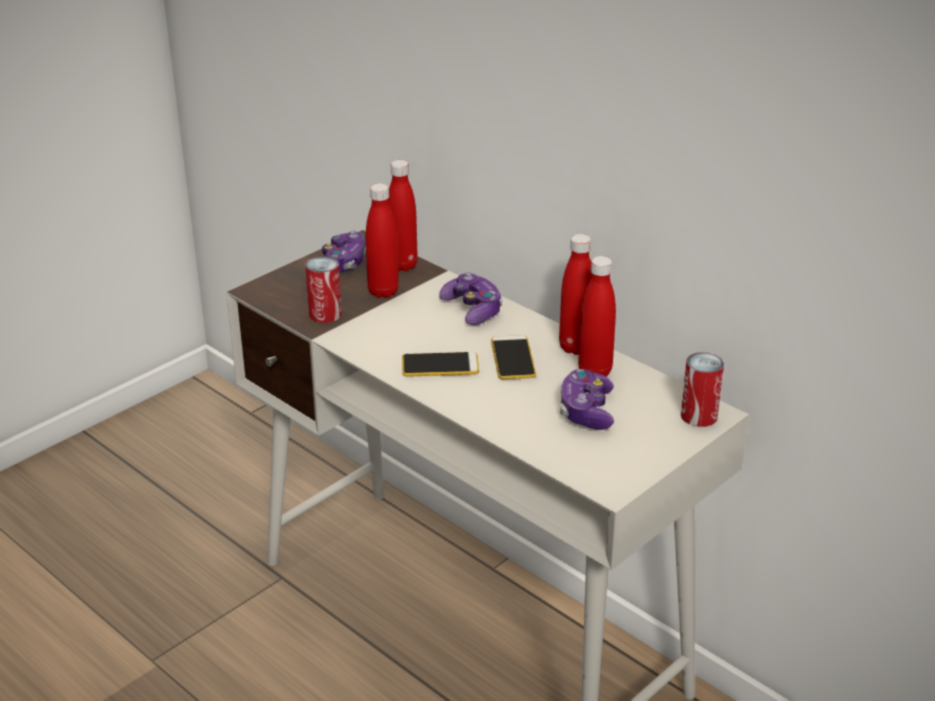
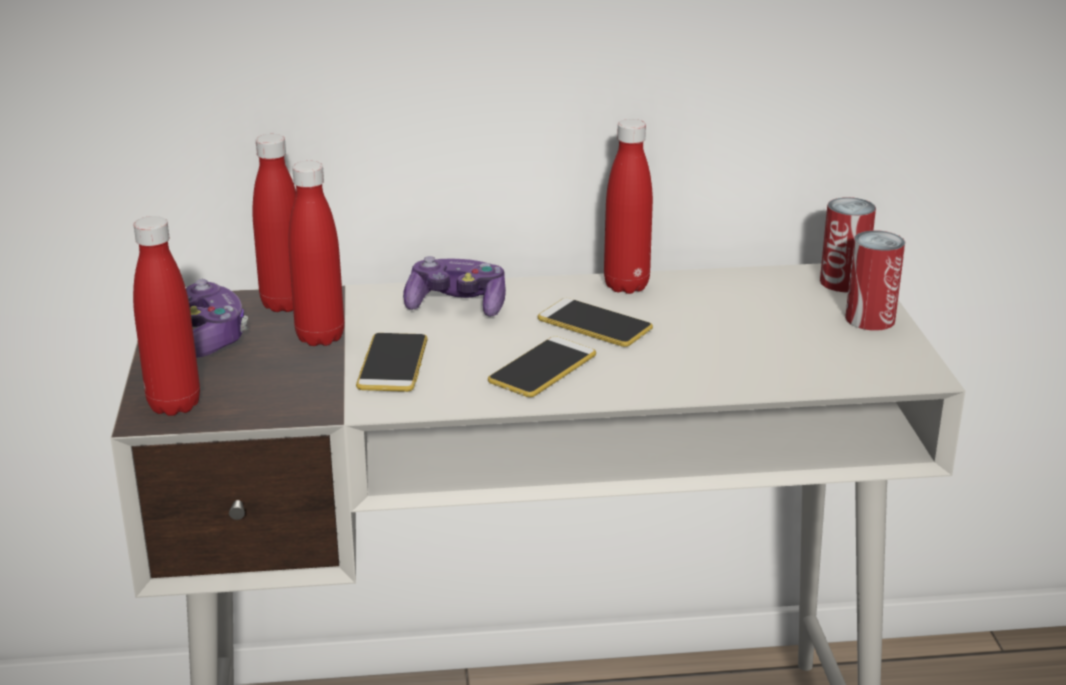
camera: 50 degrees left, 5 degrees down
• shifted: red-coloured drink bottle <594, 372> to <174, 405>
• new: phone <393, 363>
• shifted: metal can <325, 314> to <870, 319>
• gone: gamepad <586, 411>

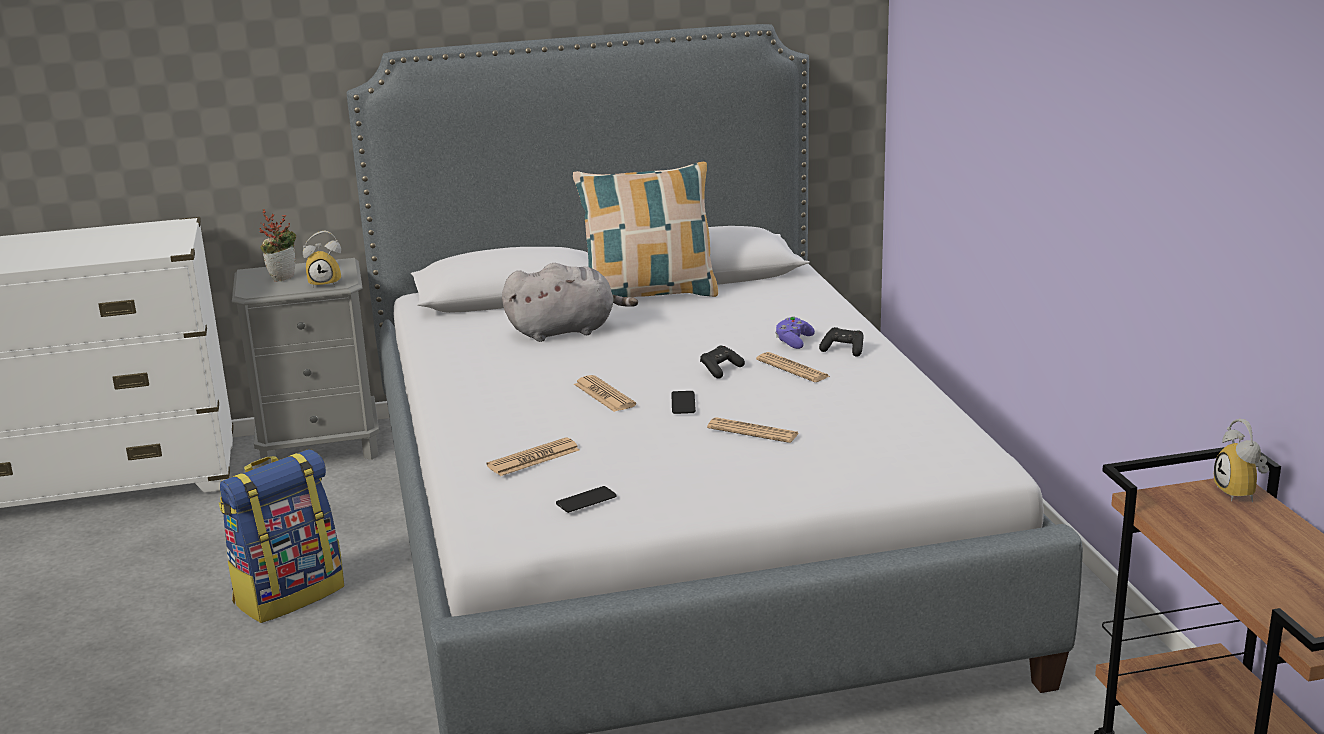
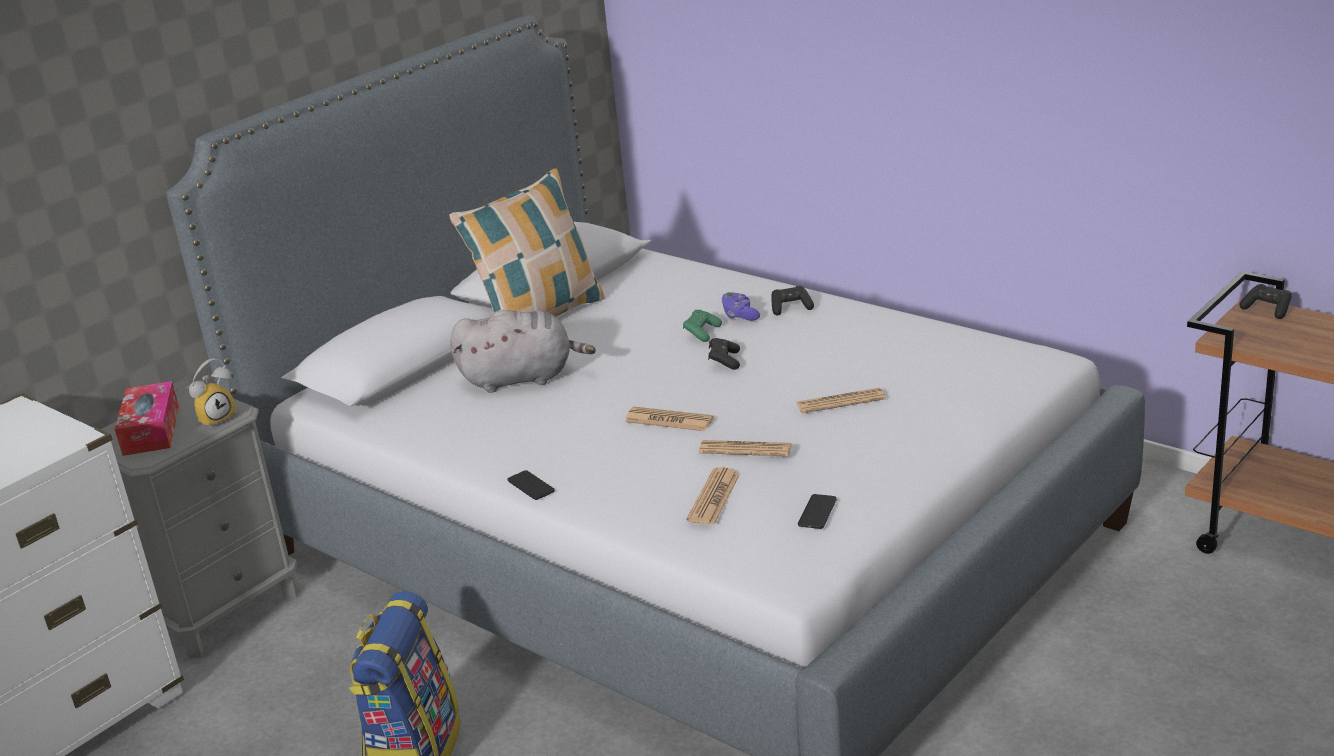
camera: 35 degrees left, 5 degrees up
• swapped: plant in a pot <282, 277> to box of tissues <151, 430>
• rotated: greyish cuddly toy <566, 331> = <522, 378> 45 degrees clockwise
• shifted: phone <683, 403> to <531, 486>
• new: greenish gamepad <702, 333>
• shifted: printed paper <792, 368> to <745, 449>
• swapped: table clock <1242, 493> to blackish gamepad <1267, 309>

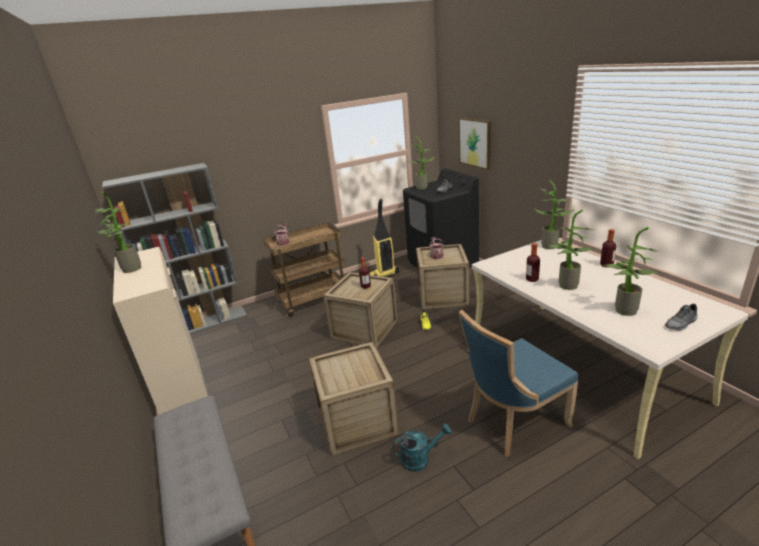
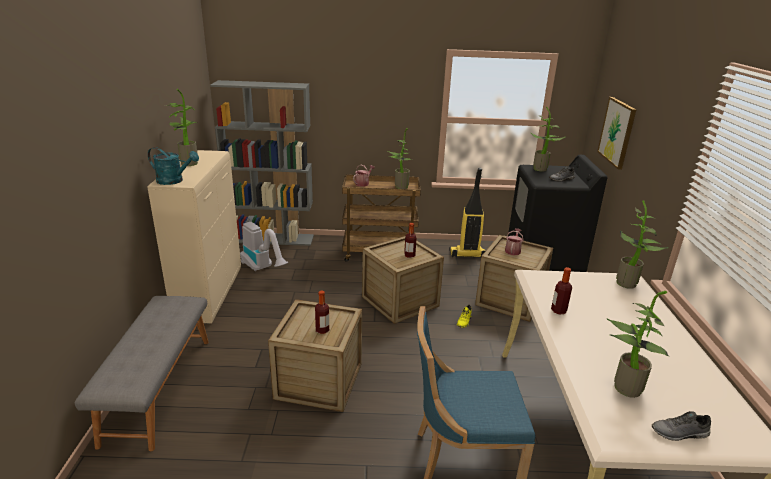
camera: 25 degrees right, 0 degrees up
• shifted: turquoise watering pot <420, 459> to <174, 181>
• new: vacuum cleaner <263, 268>
• shifted: drink bottle <606, 265> to <322, 330>
• shifted: plant in a pot <566, 286> to <399, 187>

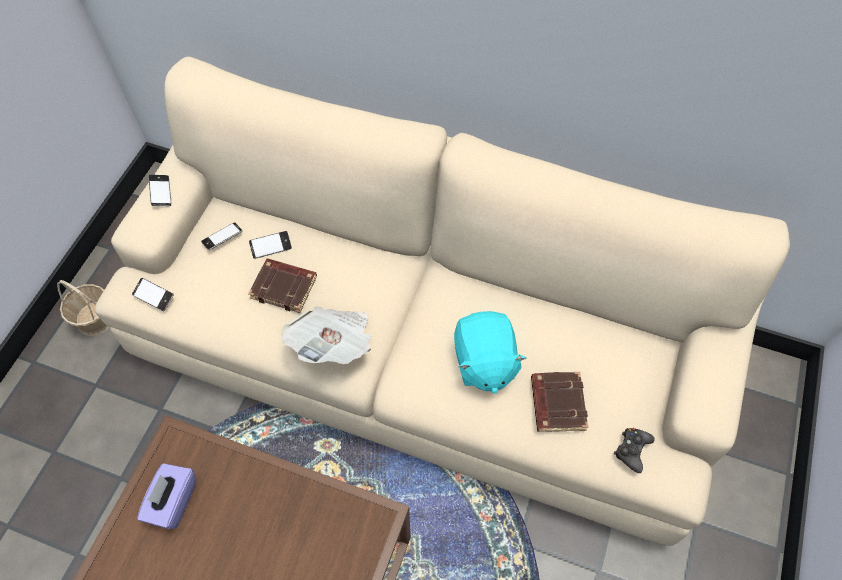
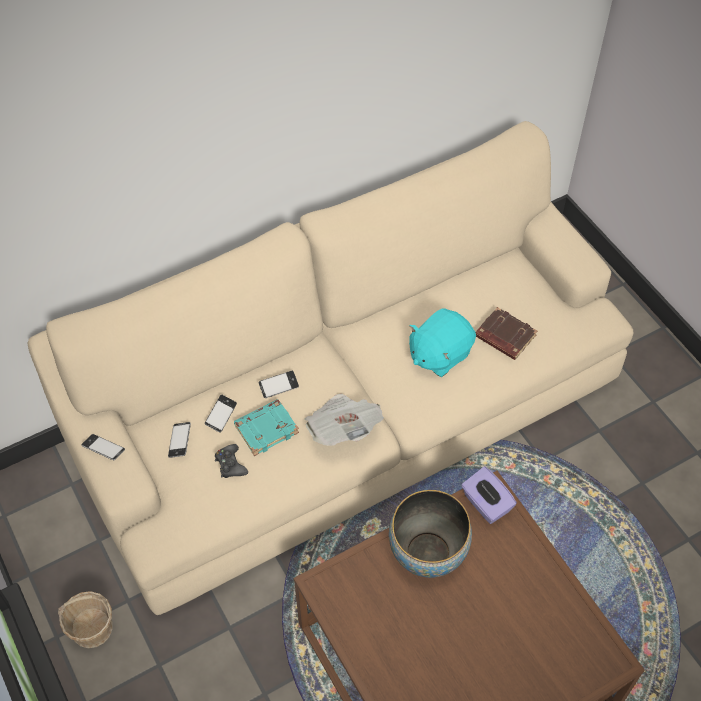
camera: 50 degrees left, 5 degrees down
• shifted: blackish gamepad <632, 450> to <230, 465>
• repainted: brownish bound book <285, 287> to turquoise bound book <266, 428>
• shifted: phone <153, 296> to <278, 386>
• new: bowl <427, 553>
• rotated: turquoise cuddly toy <484, 362> = <439, 354> 105 degrees clockwise
• shifted: purple box of tissues <172, 501> to <486, 504>

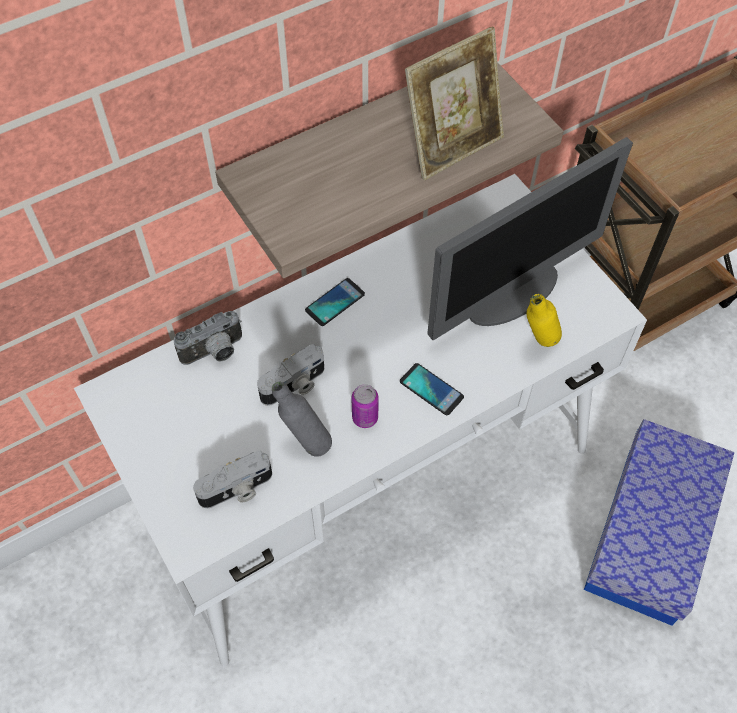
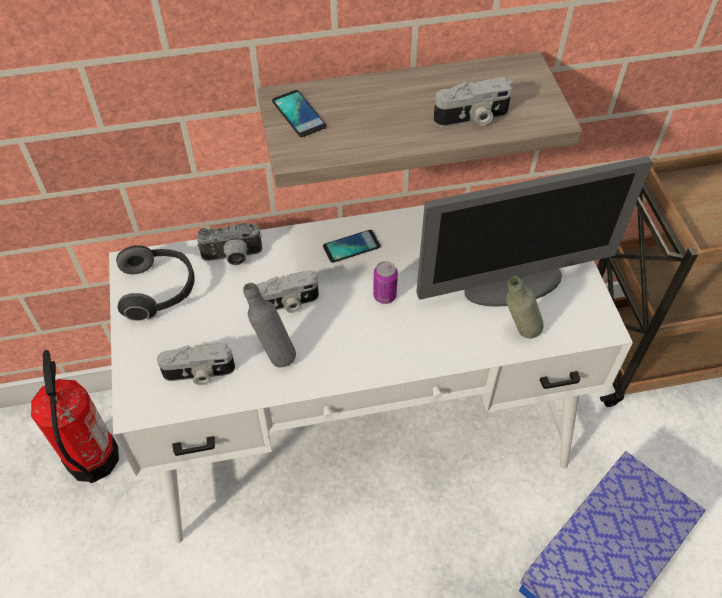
camera: 20 degrees right, 5 degrees down
• new: extinguisher <92, 459>
• new: headphones <159, 291>
• shifted: phone <431, 389> to <299, 114>
• shifted: metal can <365, 418> to <384, 296>
• swapped: photo frame <452, 146> to photo camera <472, 118>
• repainted: yellow drink bottle <537, 345> to greyish drink bottle <517, 334>

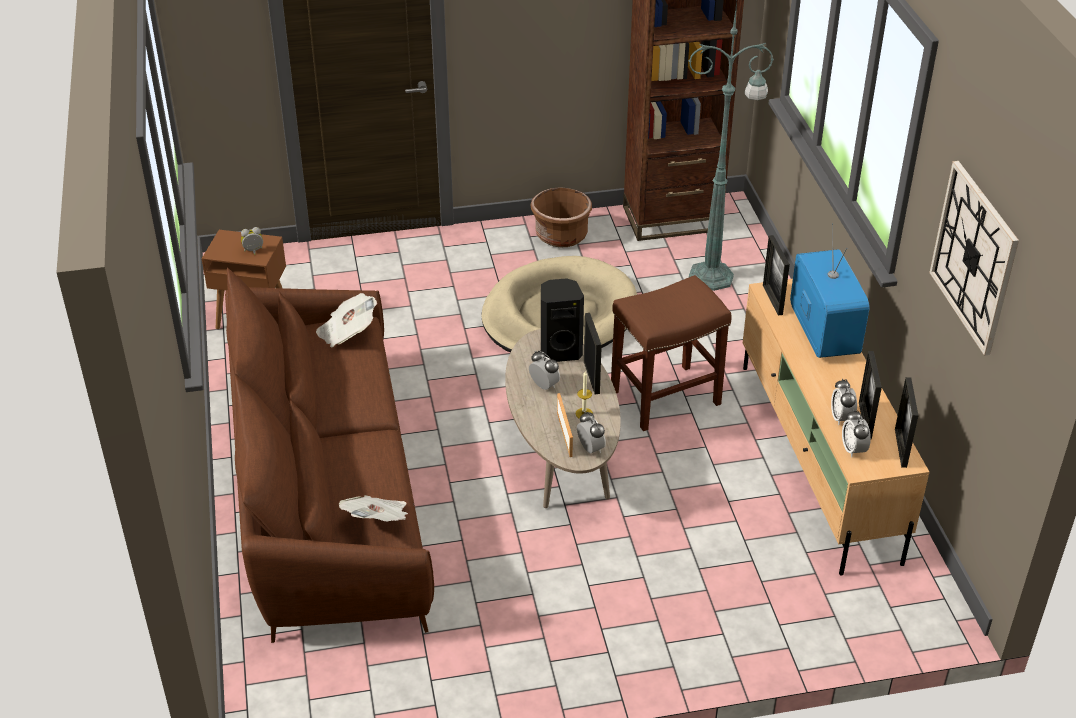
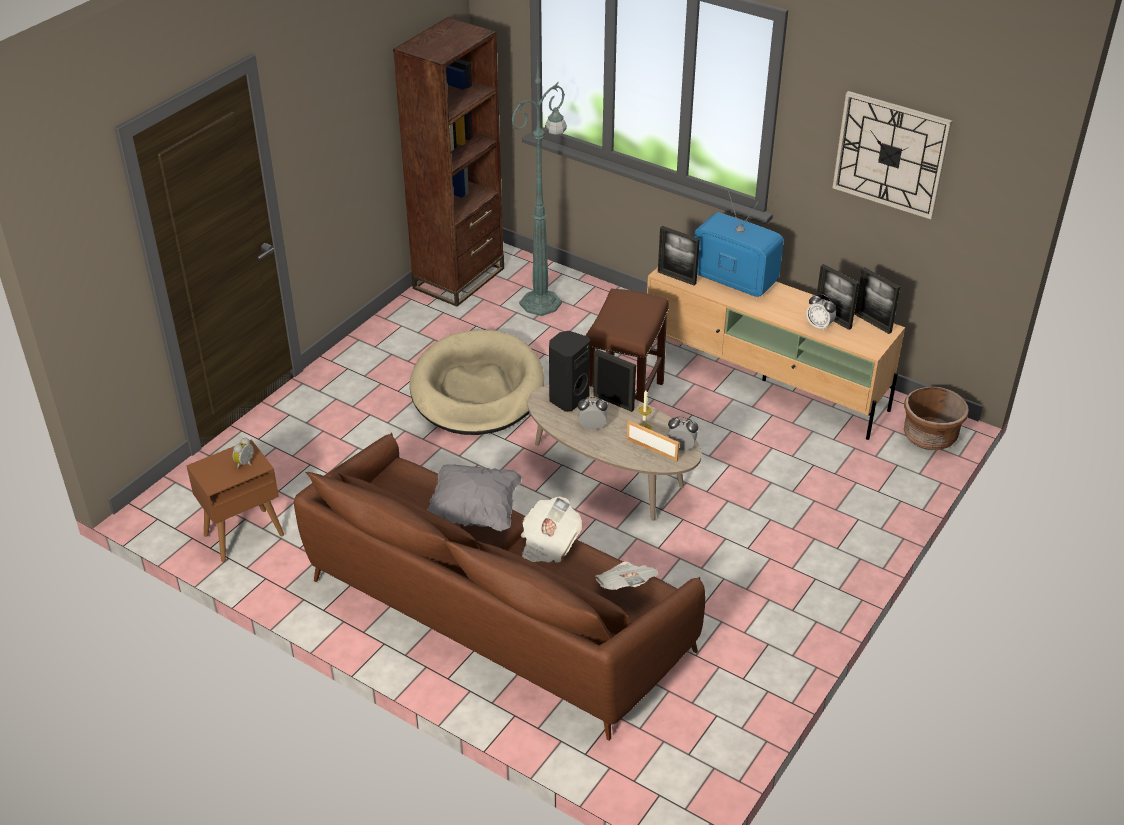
camera: 45 degrees left, 0 degrees up
• new: greyish throw pillow <474, 512>
• shifted: printed paper <347, 333> to <548, 543>
• shifted: brownish flower pot <561, 236> to <929, 437>
• gone: table clock <853, 449>

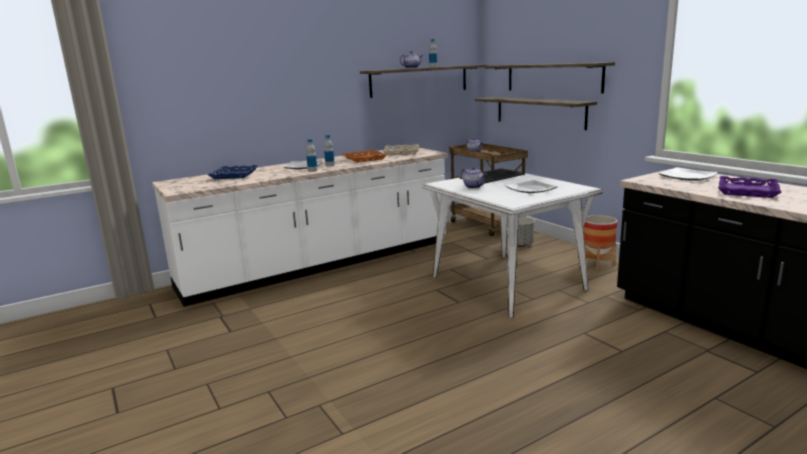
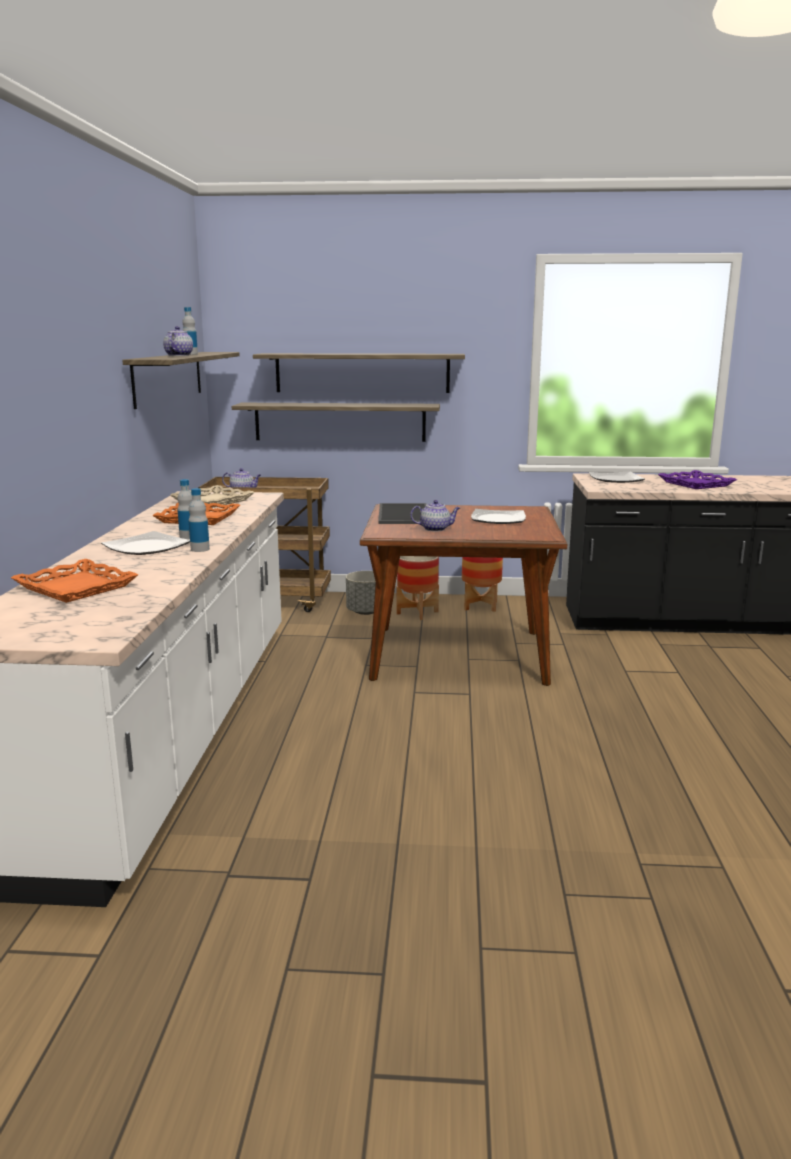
camera: 55 degrees left, 0 degrees up
• repainted: bluish serving tray <234, 175> to orange serving tray <75, 588>
• repainted: white kitchen table <507, 283> to brownish kitchen table <459, 655>
• new: flower pot <417, 613>

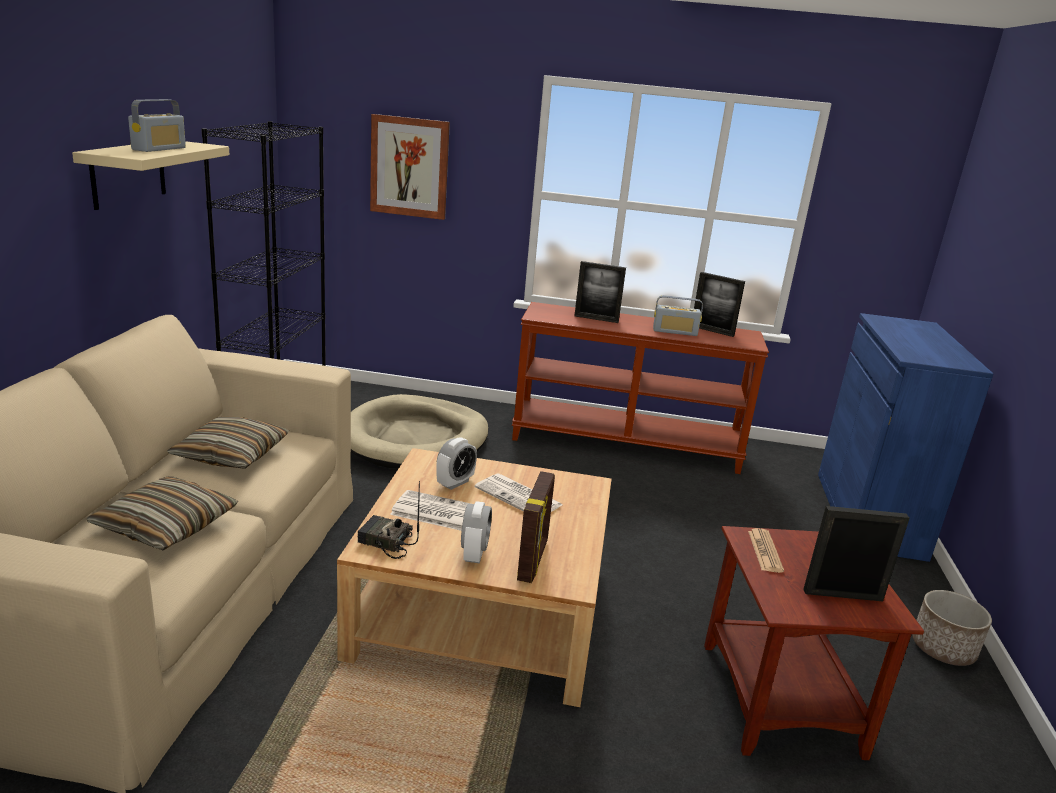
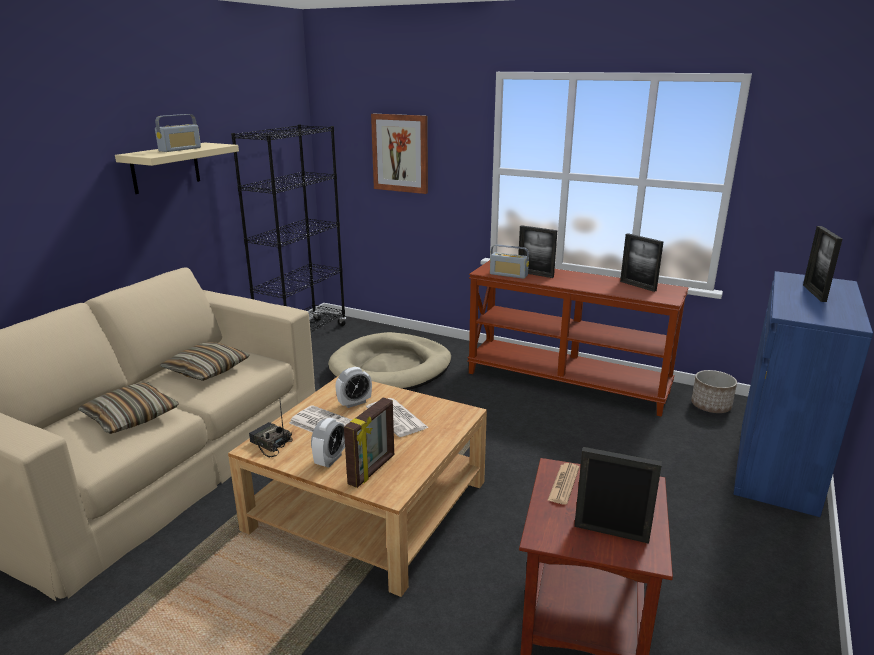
camera: 20 degrees right, 0 degrees up
• shifted: radio set <675, 332> to <508, 275>
• shifted: flower pot <943, 648> to <711, 406>
• new: photo frame <814, 293>

